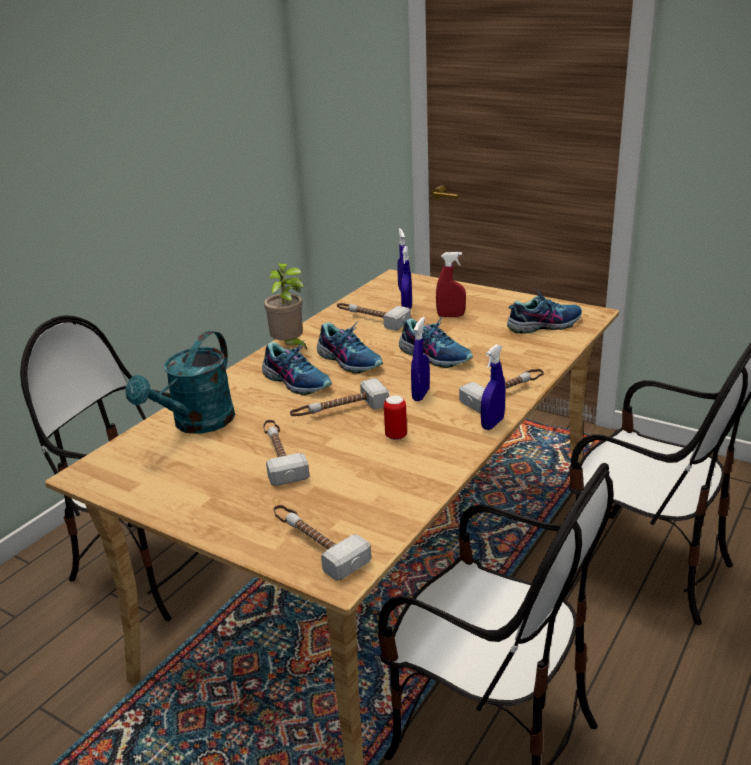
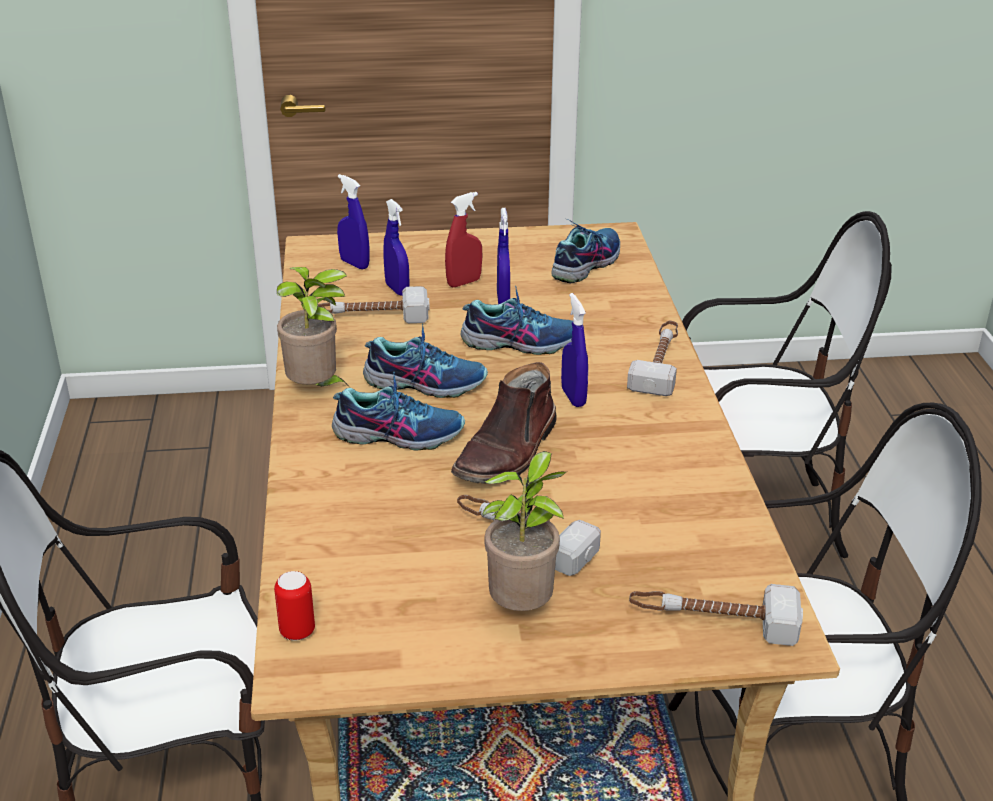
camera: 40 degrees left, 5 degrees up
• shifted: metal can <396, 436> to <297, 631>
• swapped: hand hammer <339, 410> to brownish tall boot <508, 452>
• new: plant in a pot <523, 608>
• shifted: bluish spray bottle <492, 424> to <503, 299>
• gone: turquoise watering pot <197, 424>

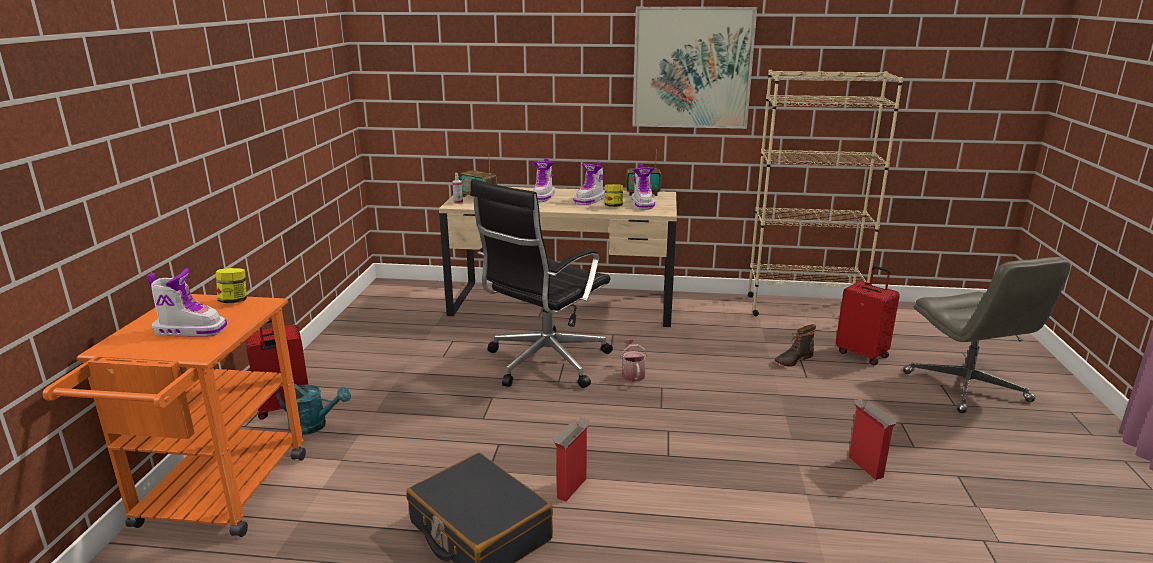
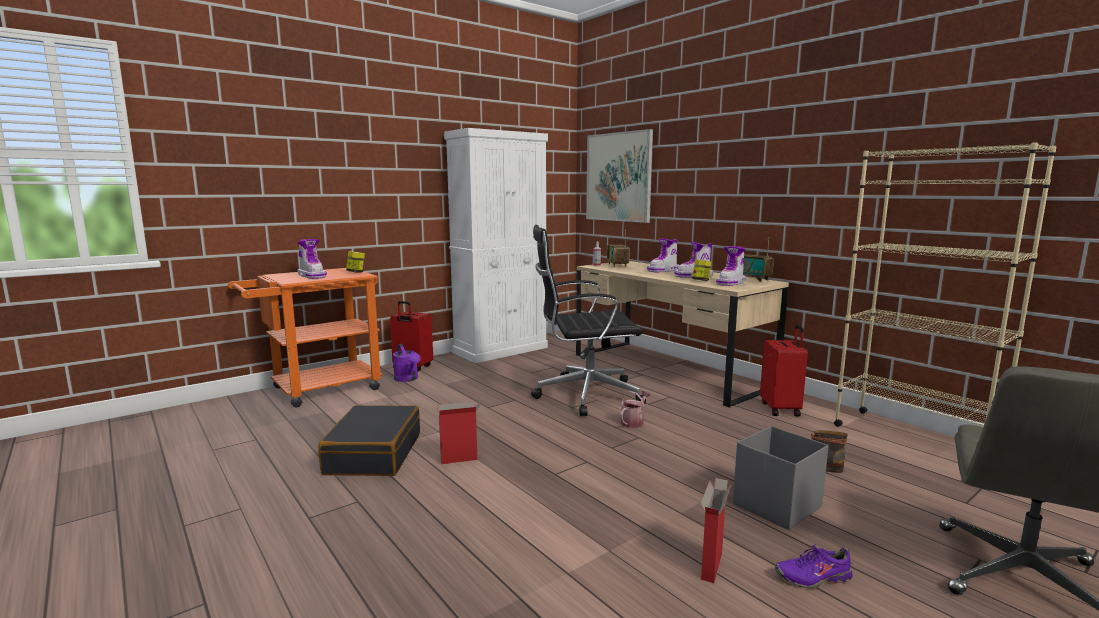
camera: 45 degrees right, 10 degrees down
• repainted: turquoise watering pot <314, 426> to purple watering pot <408, 379>
• new: white cabinet <501, 350>
• shifted: wall picture <692, 68> to <618, 177>
• new: greyish storage bin <775, 506>
• shifted: red-coloured travel case <862, 354> to <781, 409>
• new: purple item of footwear <813, 577>

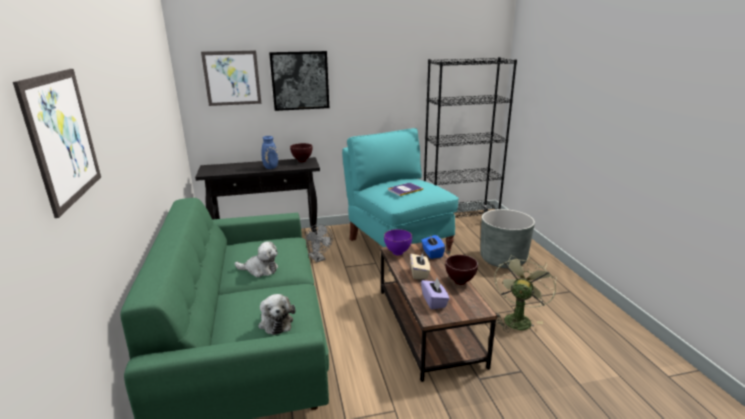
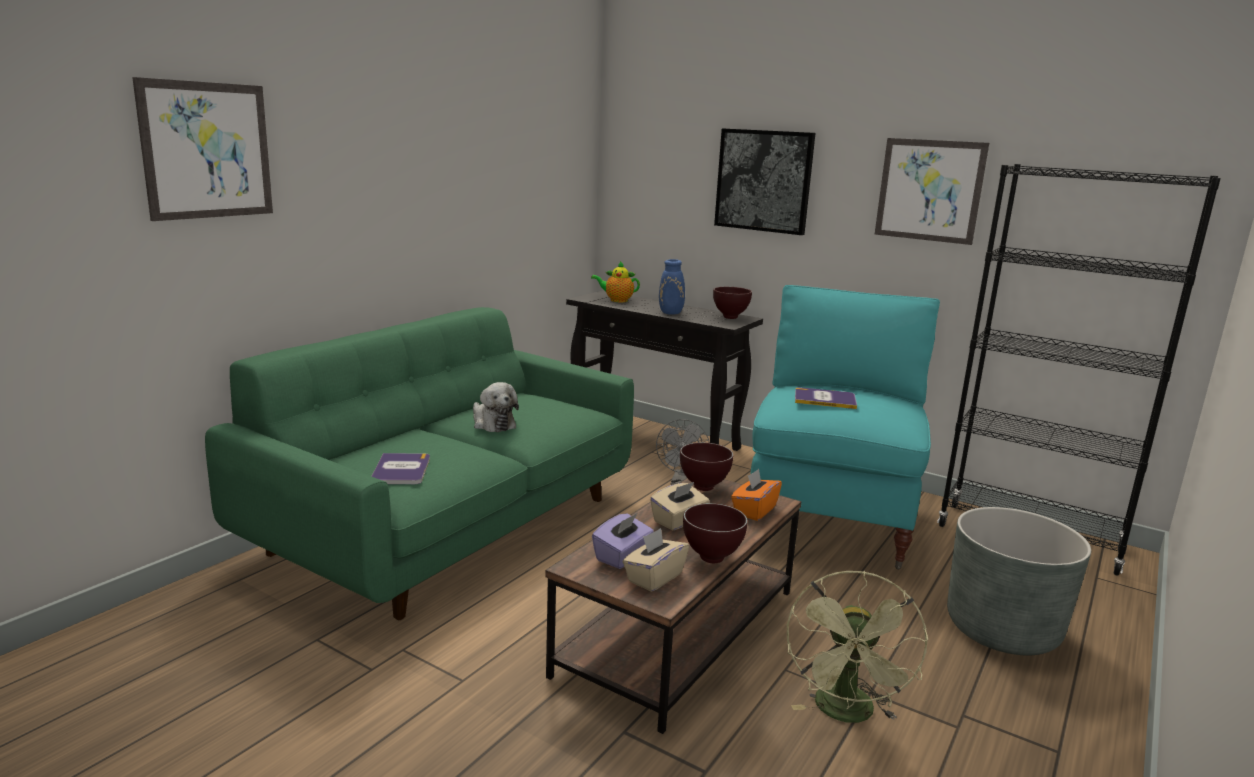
camera: 45 degrees right, 5 degrees down
• swapped: cuddly toy <275, 322> to bound book <401, 470>
• new: teapot <616, 300>
• new: beige box of tissues <654, 577>
• repainted: purple bowl <397, 253> to brownish bowl <703, 487>
• repainted: bluish box of tissues <432, 253> to orange box of tissues <754, 510>
• rotated: greenish fan <517, 318> = <846, 714> 120 degrees clockwise
• shifted: wall picture <232, 78> to <929, 190>

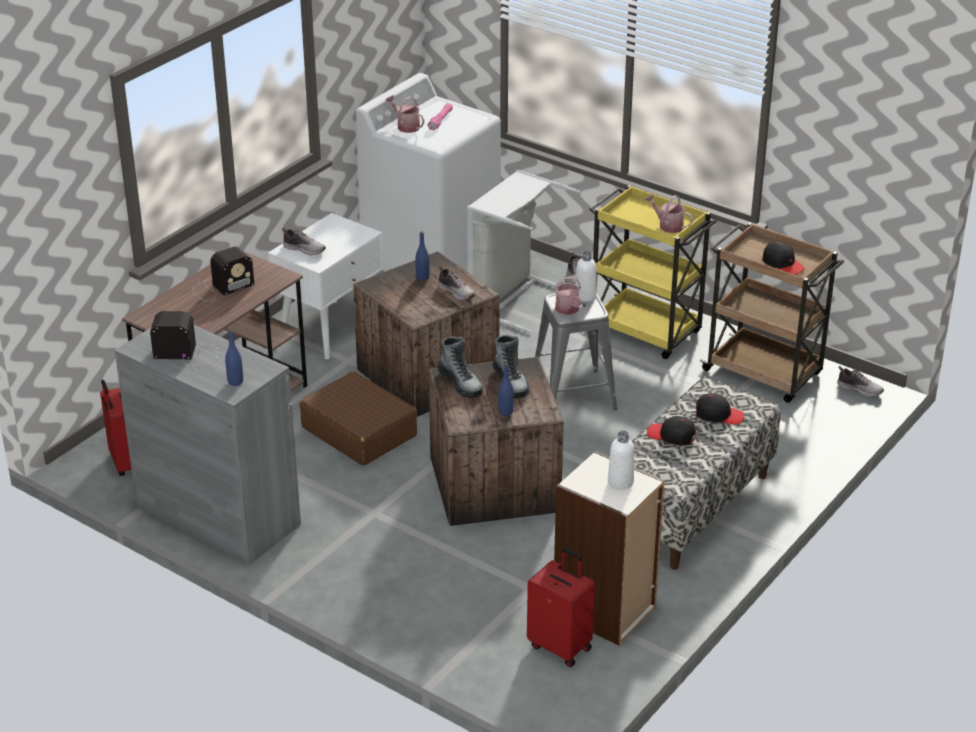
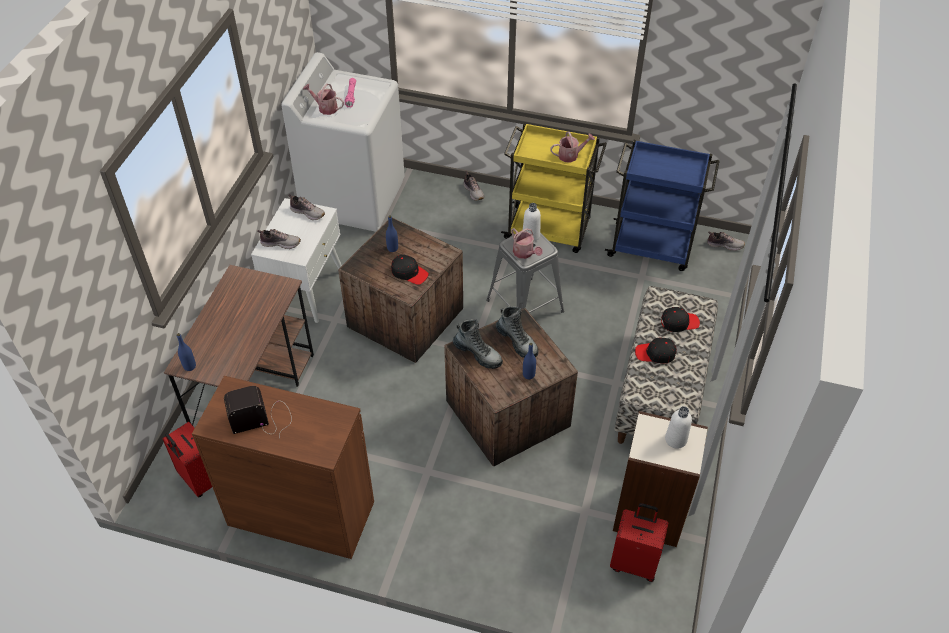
camera: 20 degrees left, 15 degrees up
• shifted: bluish drink bottle <235, 382> to <189, 366>
• repainted: greyish cabinet <218, 515> to brownish cabinet <301, 513>
• shifted: item of footwear <456, 292> to <308, 212>
• shifted: blackish peaked cap <782, 264> to <409, 273>
• rotated: watering pot <668, 225> = <571, 155> 150 degrees clockwise
• repainted: brownish trolley <764, 373> to bluish trolley <652, 247>
• gone: radio set <220, 288>
• gone: brownish travel case <359, 431>
• gone: greyish hamper <513, 299>

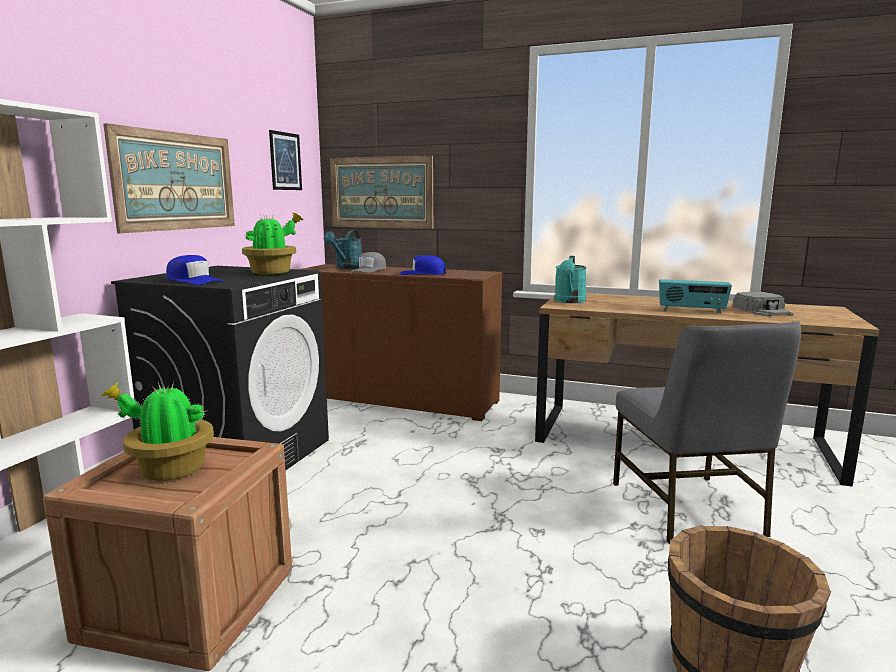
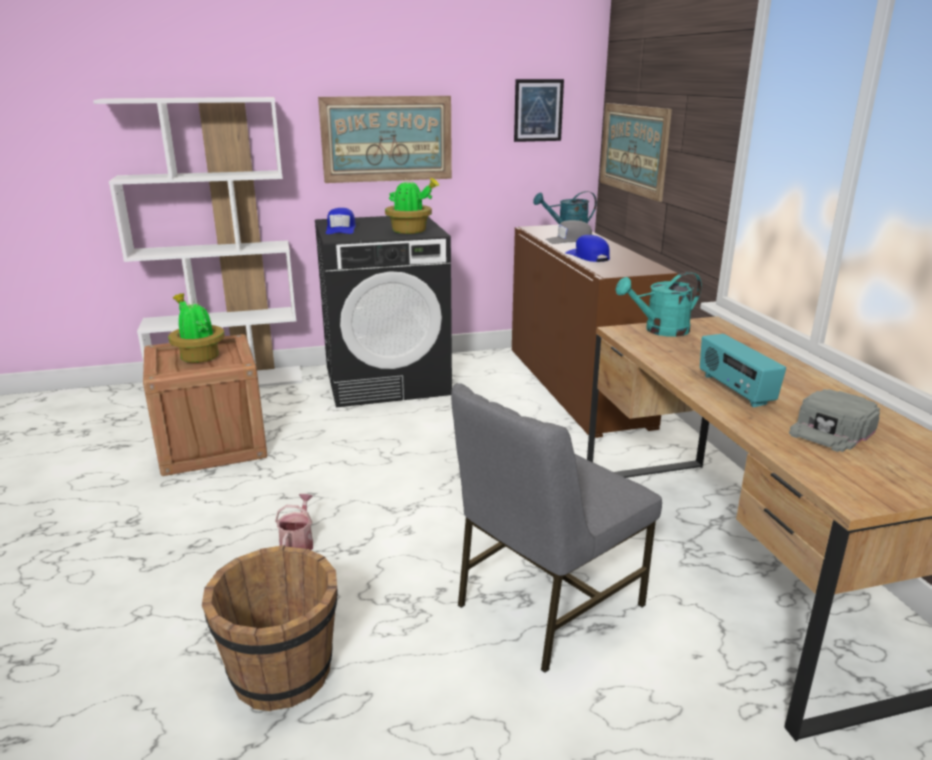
camera: 55 degrees right, 10 degrees up
• new: watering pot <298, 543>

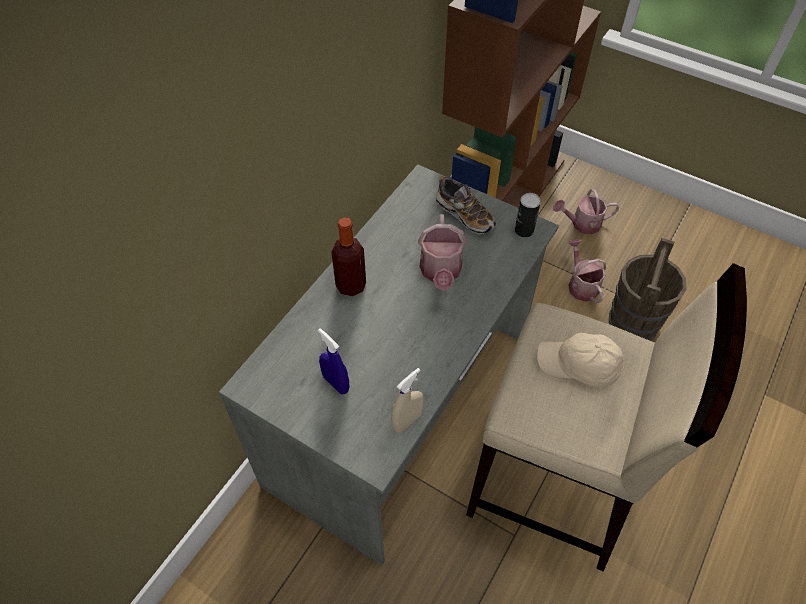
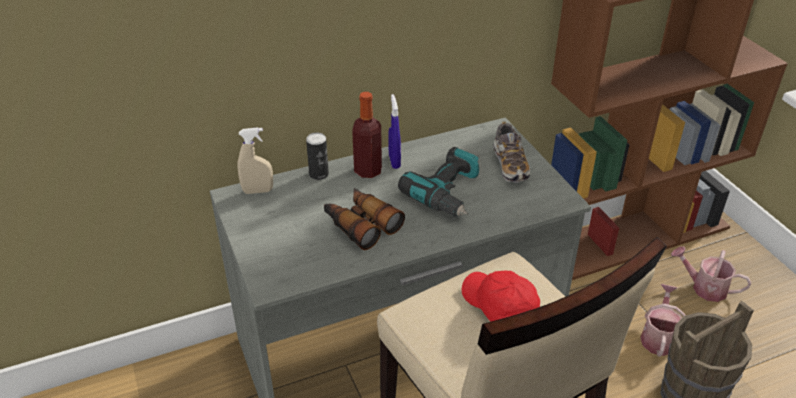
camera: 35 degrees right, 15 degrees down
• shifted: beige spray bottle <407, 421> to <258, 191>
• shifted: metal can <524, 230> to <319, 174>
• new: field glasses <361, 224>
• shifted: bluish spray bottle <336, 383> to <394, 161>
• swapped: watering pot <440, 272> to electric drill <448, 193>
• repainted: beige peaked cap <579, 366> to red-coloured peaked cap <499, 307>

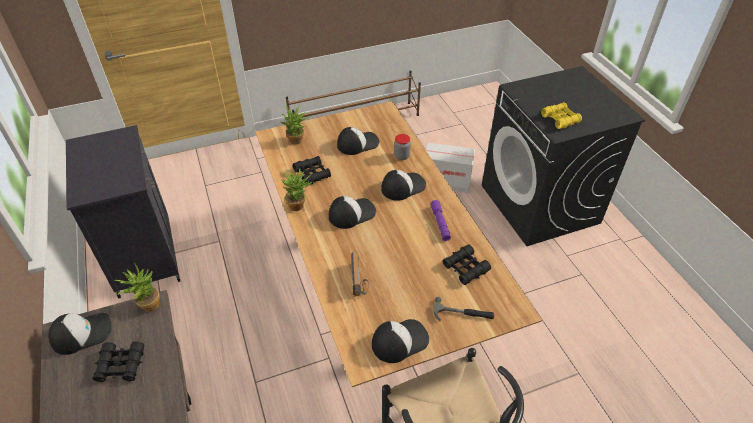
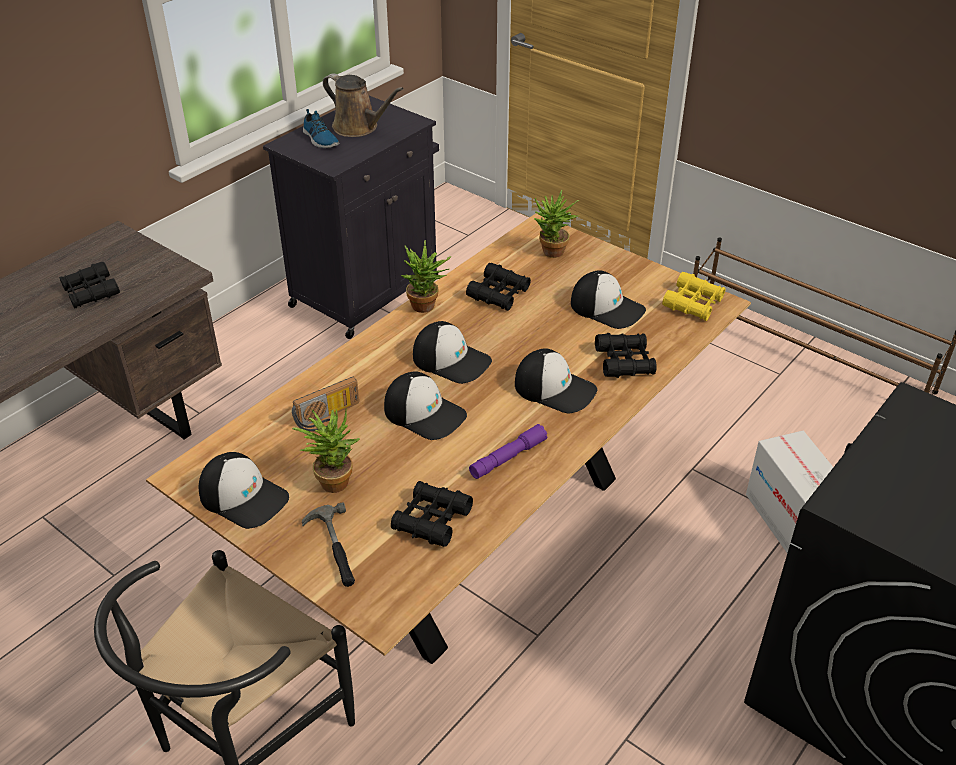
camera: 60 degrees right, 5 degrees down
• shifted: plant in a pot <147, 305> to <332, 479>
• new: item of footwear <320, 139>
• new: brownish watering pot <358, 127>
• shifted: peaked cap <82, 333> to <425, 413>
• swapped: storage jar <401, 156> to blackish field glasses <624, 362>
• shifted: yellow field glasses <560, 119> to <693, 303>

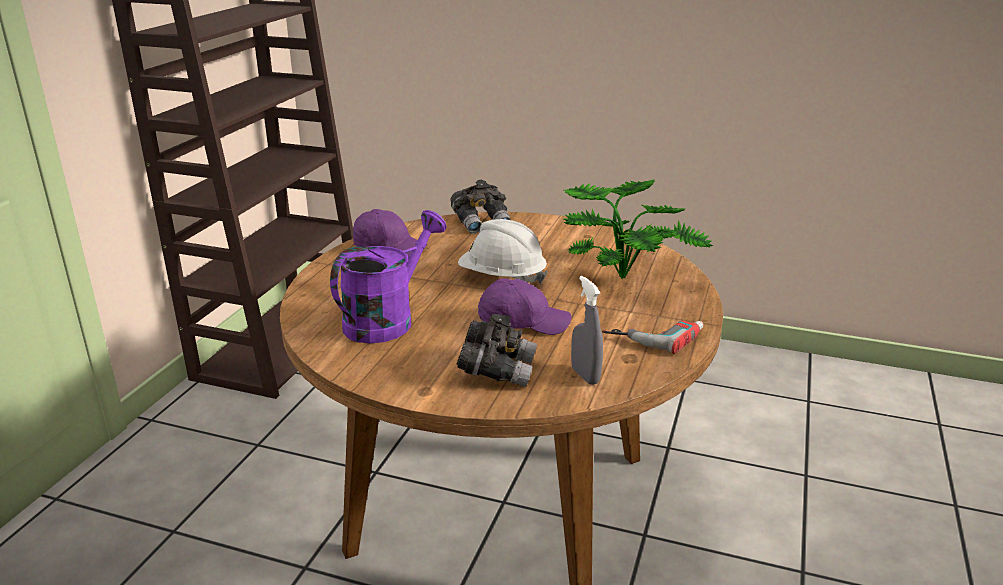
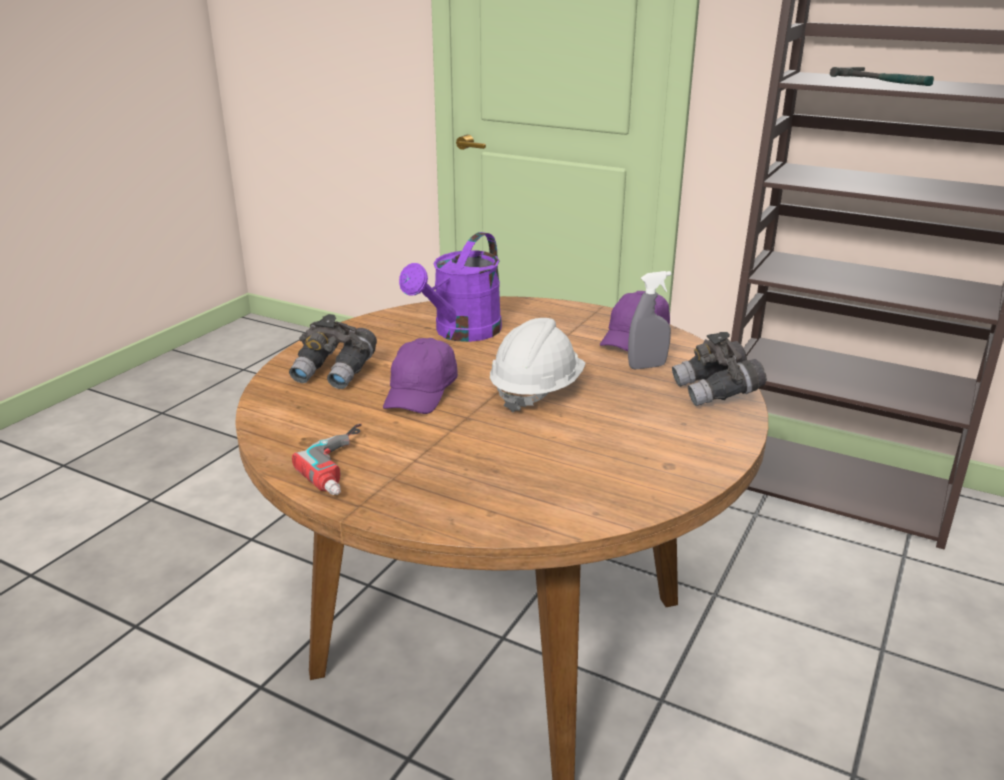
camera: 100 degrees right, 0 degrees up
• rotated: purple watering pot <387, 319> = <461, 333> 75 degrees clockwise
• shifted: greyish spray bottle <585, 375> to <647, 366>
• new: hand hammer <882, 83>
• gone: plant in a pot <625, 274>

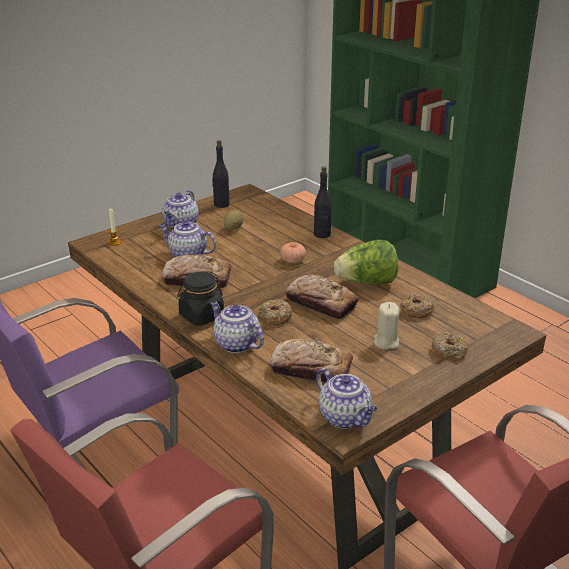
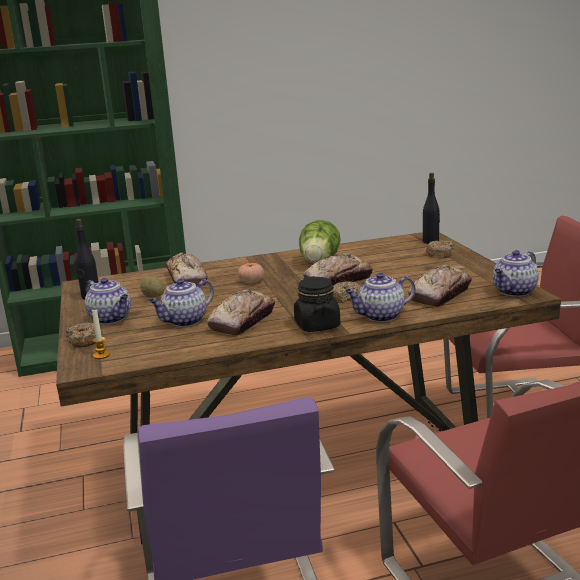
camera: 65 degrees left, 10 degrees down
• shifted: doughnut <416, 311> to <85, 341>
• new: bread <187, 279>
• shifted: blackish drink bottle <322, 234> to <431, 242>
• rotated: teapot <345, 418> = <514, 292> 150 degrees clockwise
• gone: beige wax candle <386, 342>

